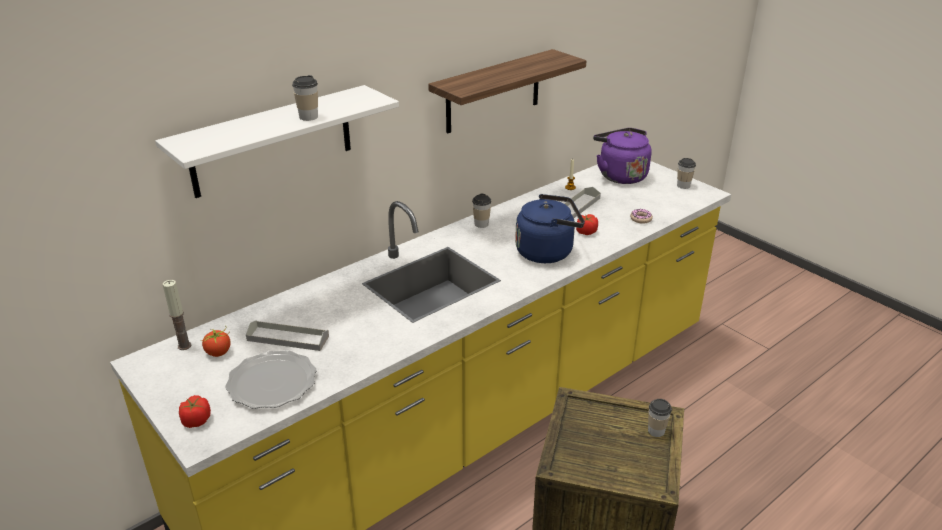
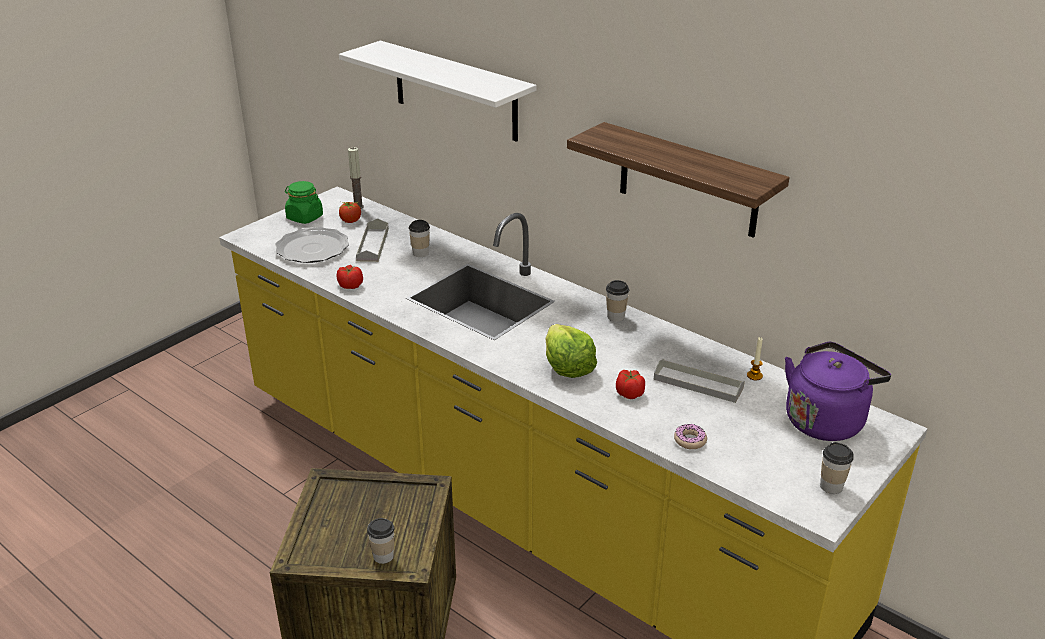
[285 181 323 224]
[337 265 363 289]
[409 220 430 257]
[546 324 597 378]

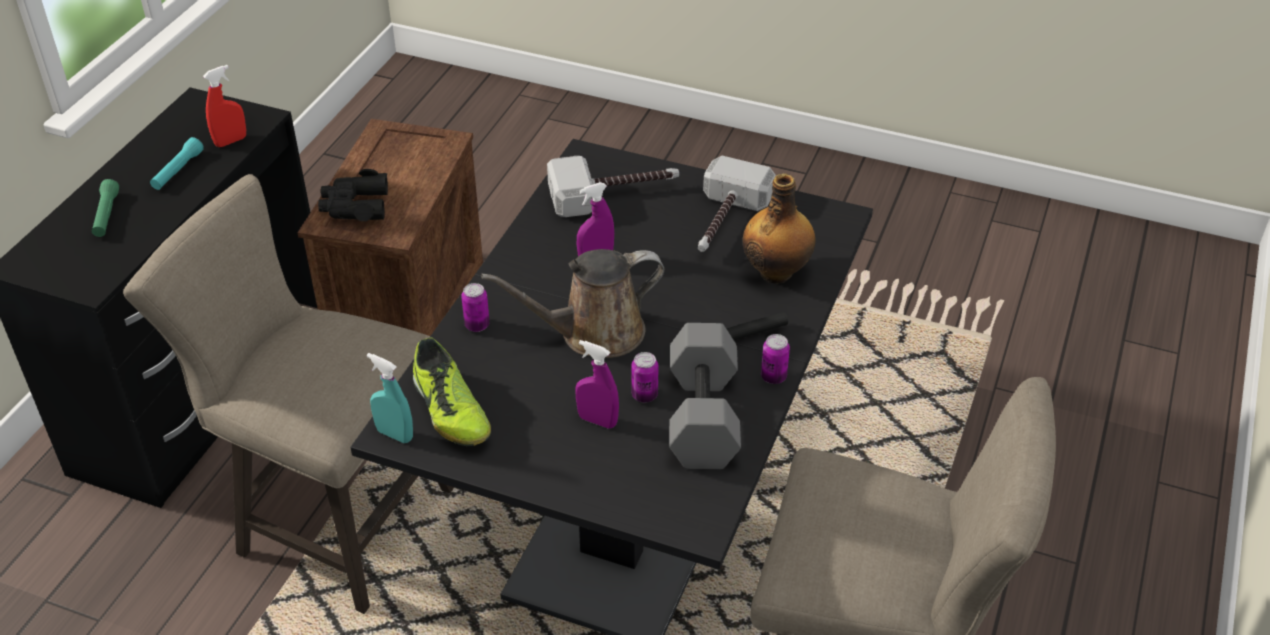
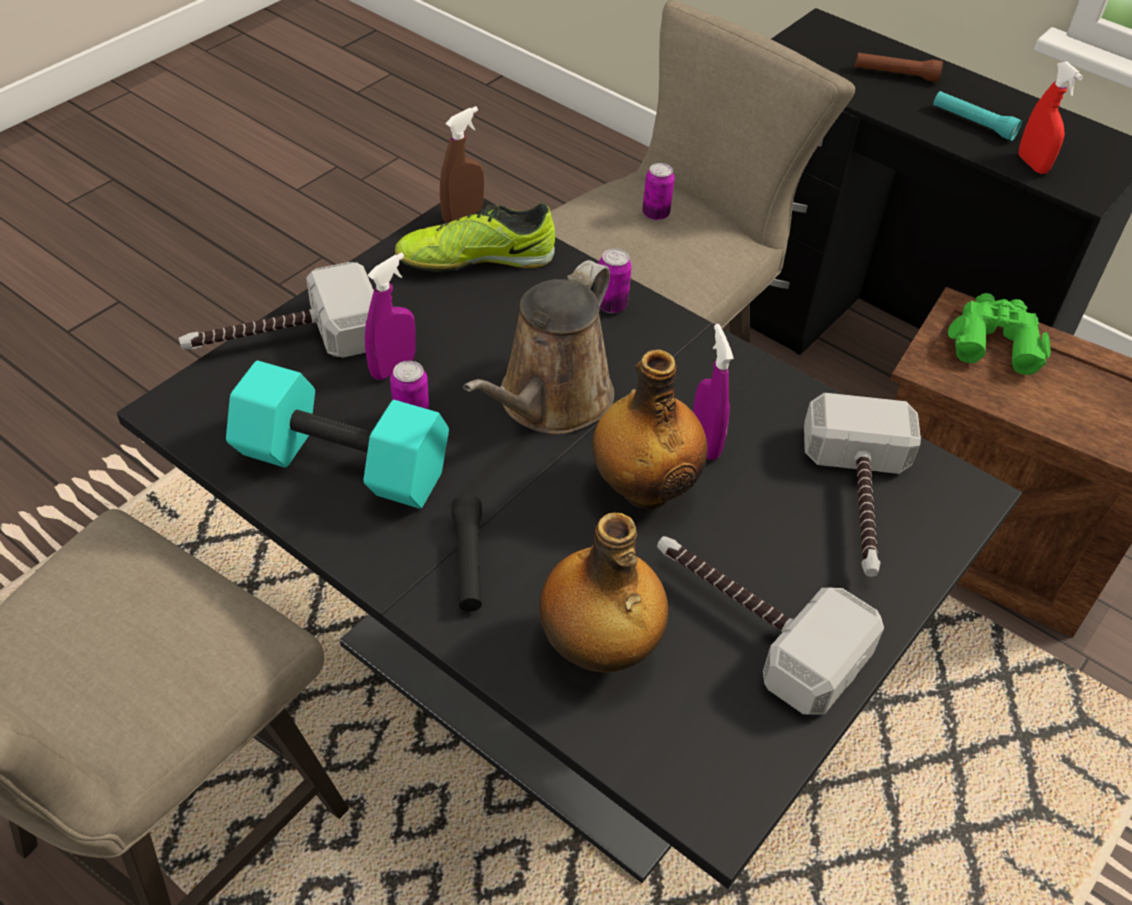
[179 262 374 358]
[226 360 449 509]
[440 106 484 223]
[463 260 614 434]
[592 349 708 509]
[642 163 675 221]
[855 52 943 82]
[948 293 1050 375]

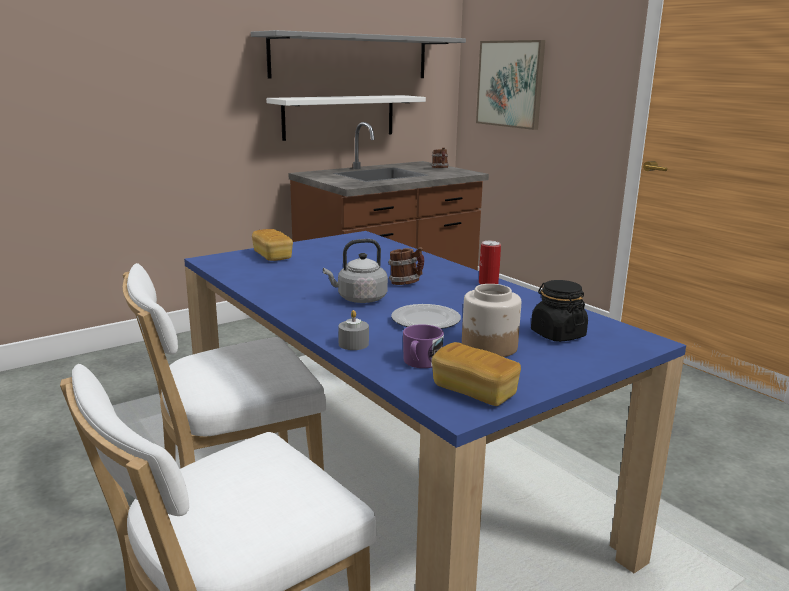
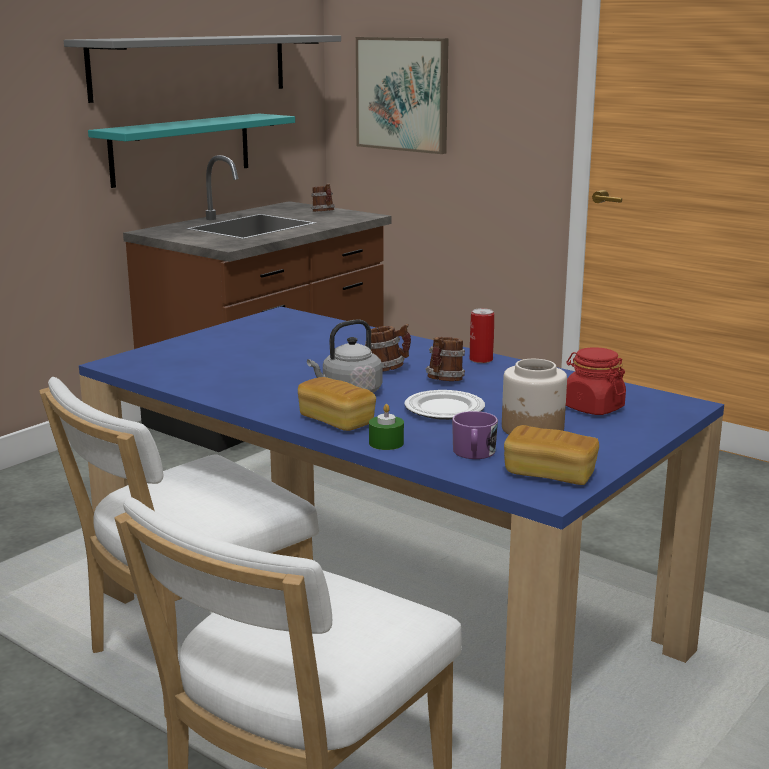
[88 114 295 188]
[298 377 376 431]
[369 404 404 450]
[426 337 465 381]
[566 347 626 415]

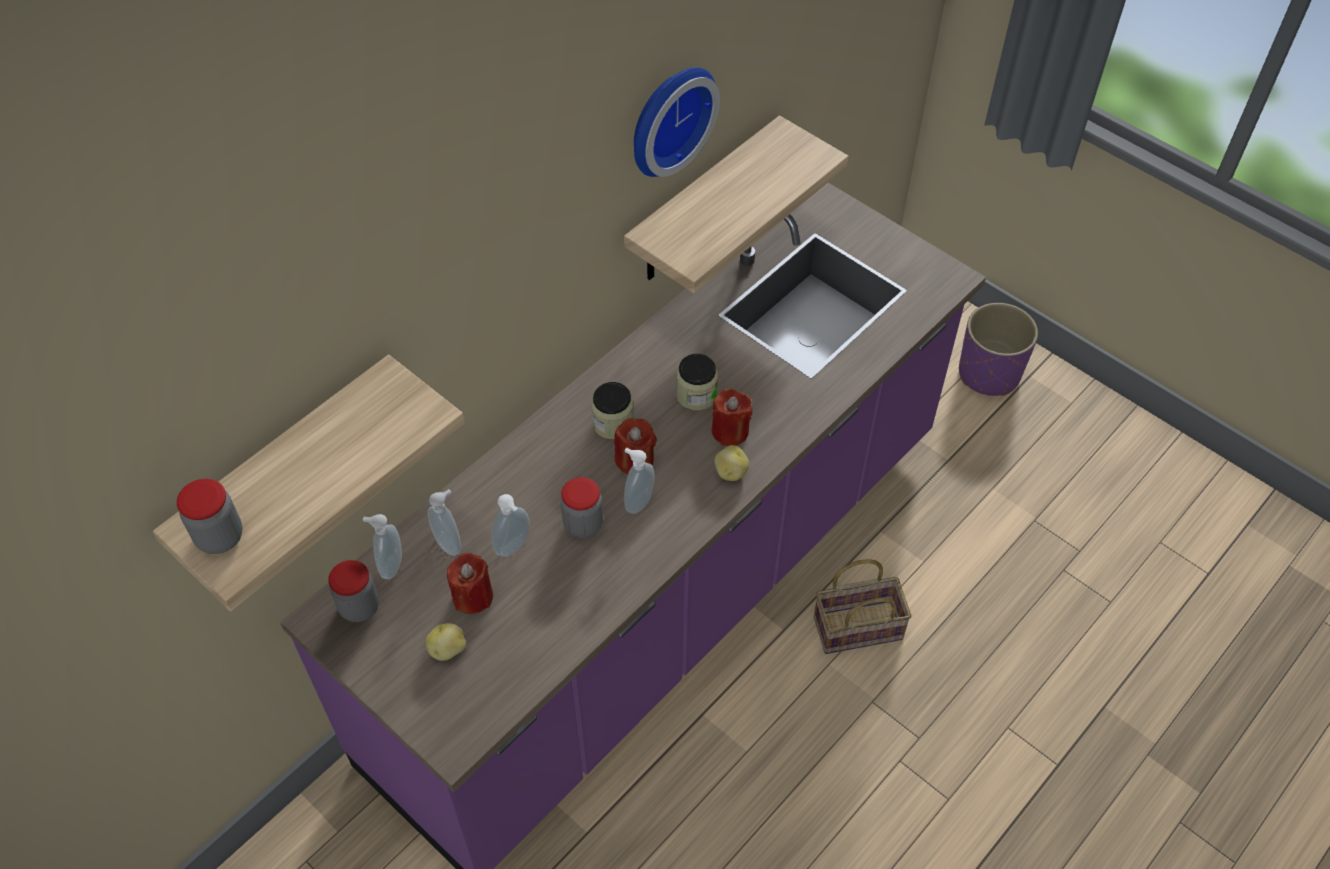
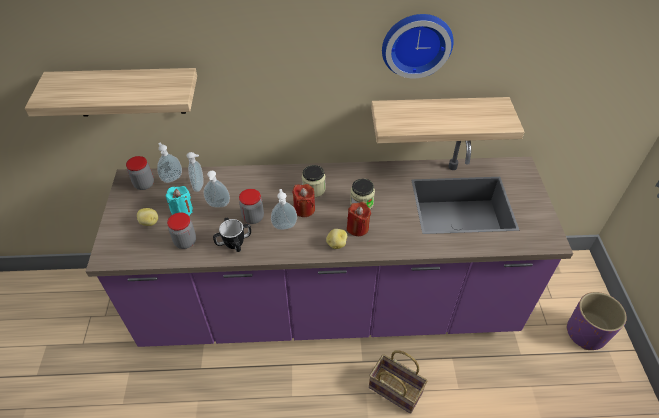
[166 186 193 216]
[167 213 196 249]
[213 218 251 252]

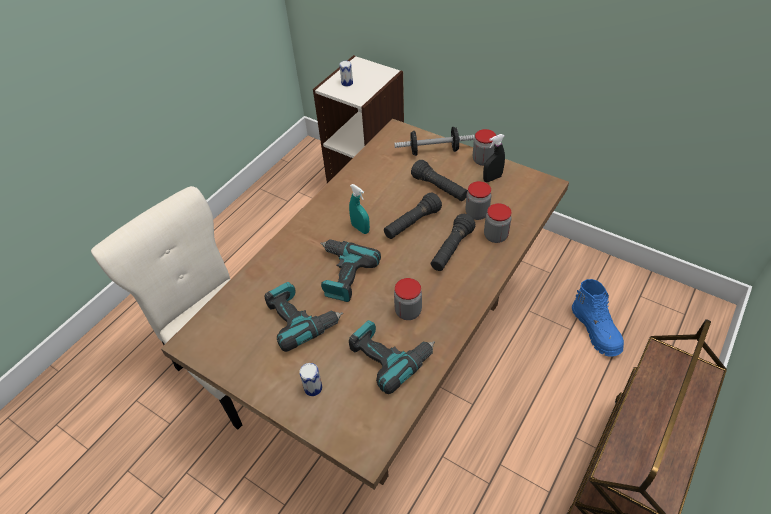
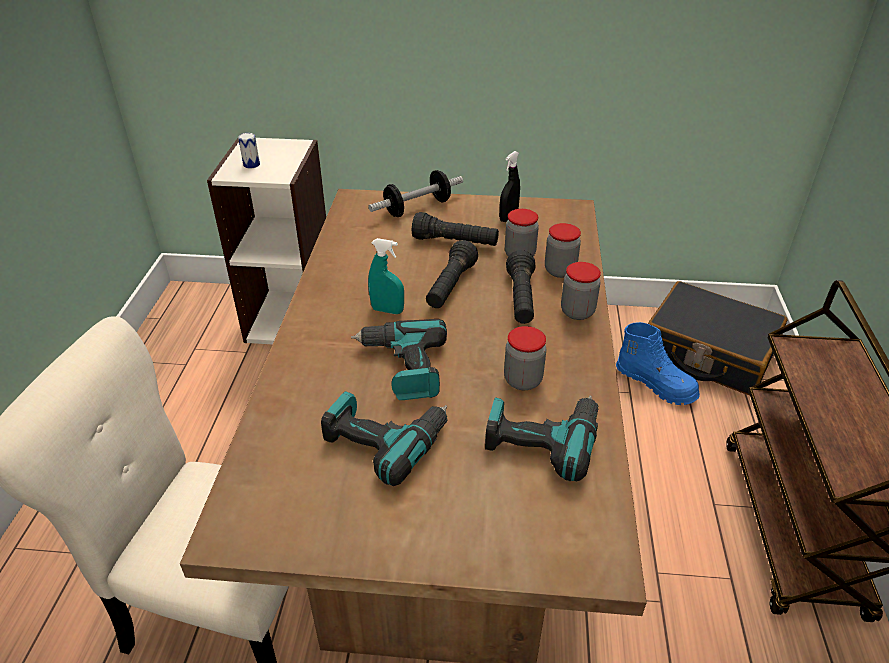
[561 262 601 320]
[648 281 788 395]
[299 363 322 396] (first image)

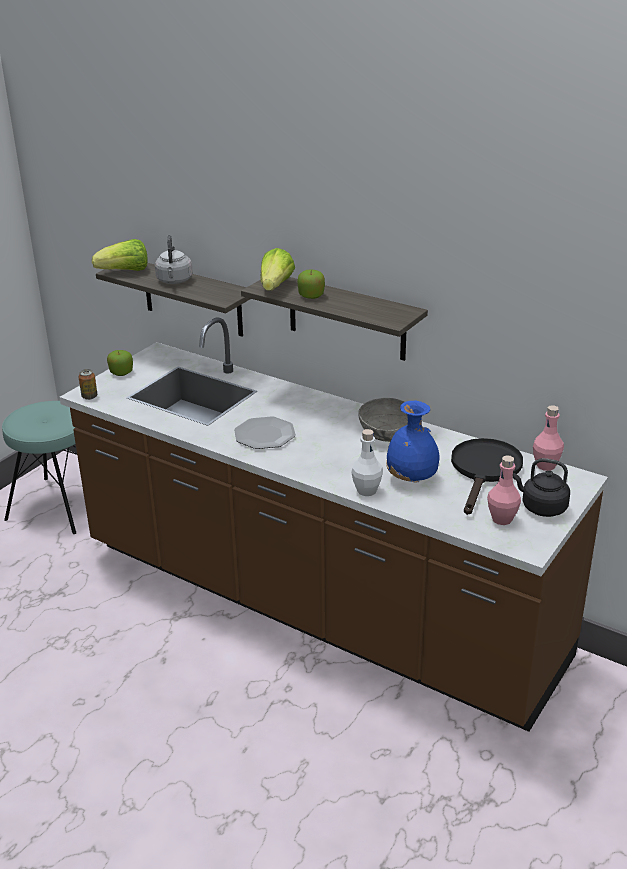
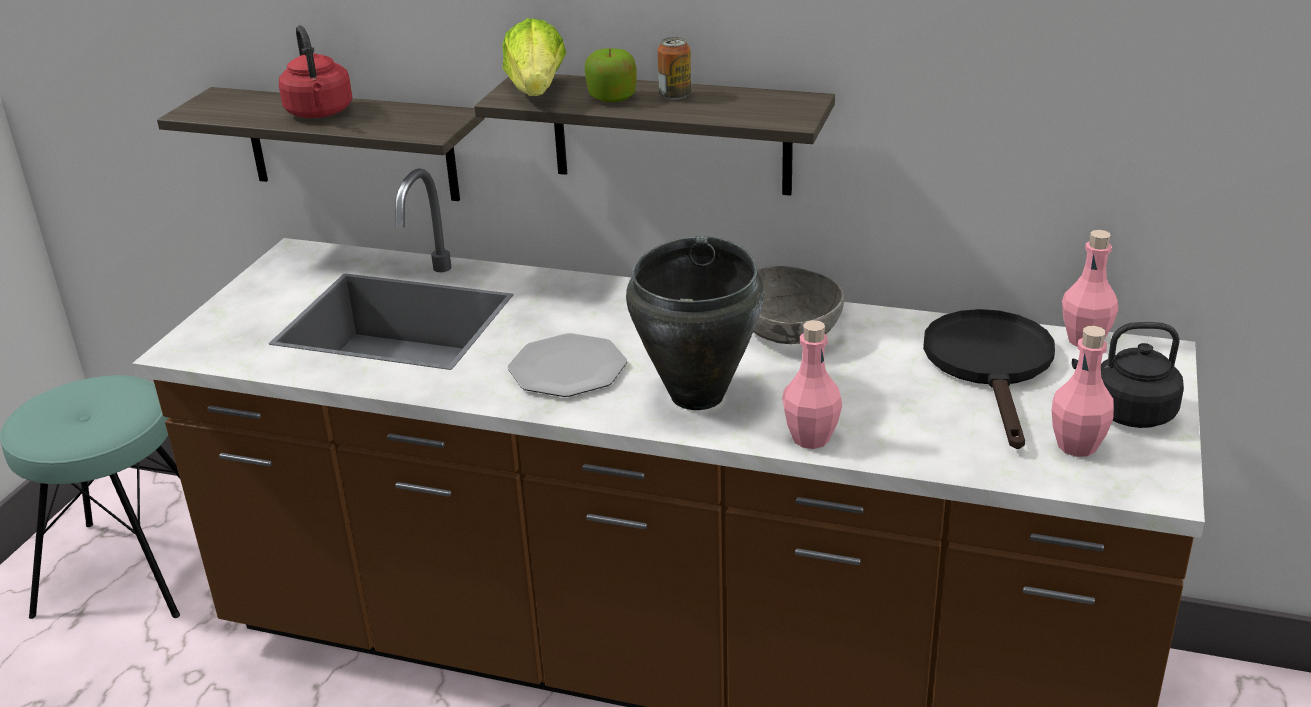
[279 25 352 118]
[626 236 764 410]
[658 37 691 100]
[782 320 842 449]
[92 239 148 271] (first image)
[107 350 133 376] (first image)
[386 400 440 482] (first image)

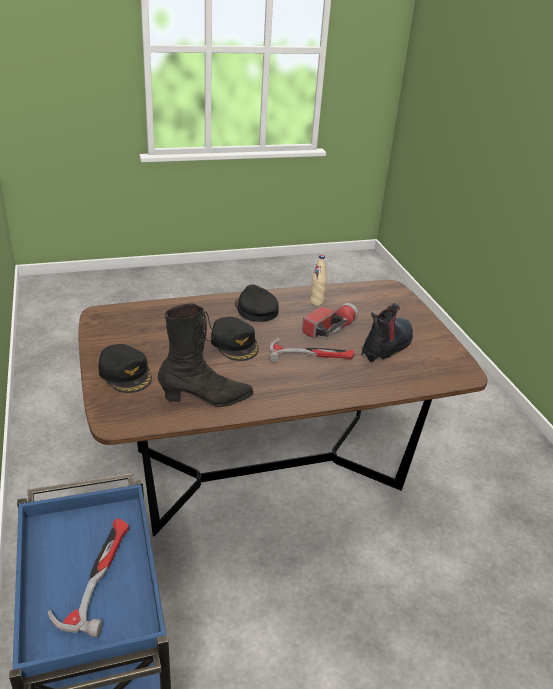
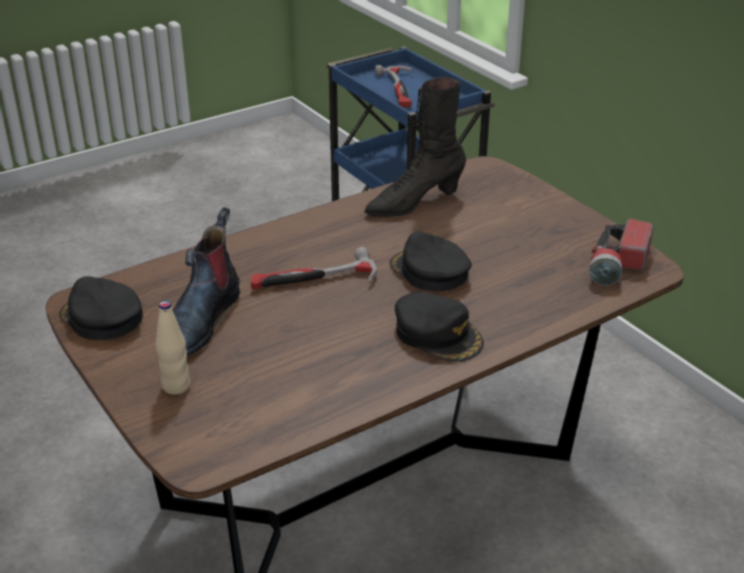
[59 276 143 340]
[155 301 190 395]
[589 219 653 285]

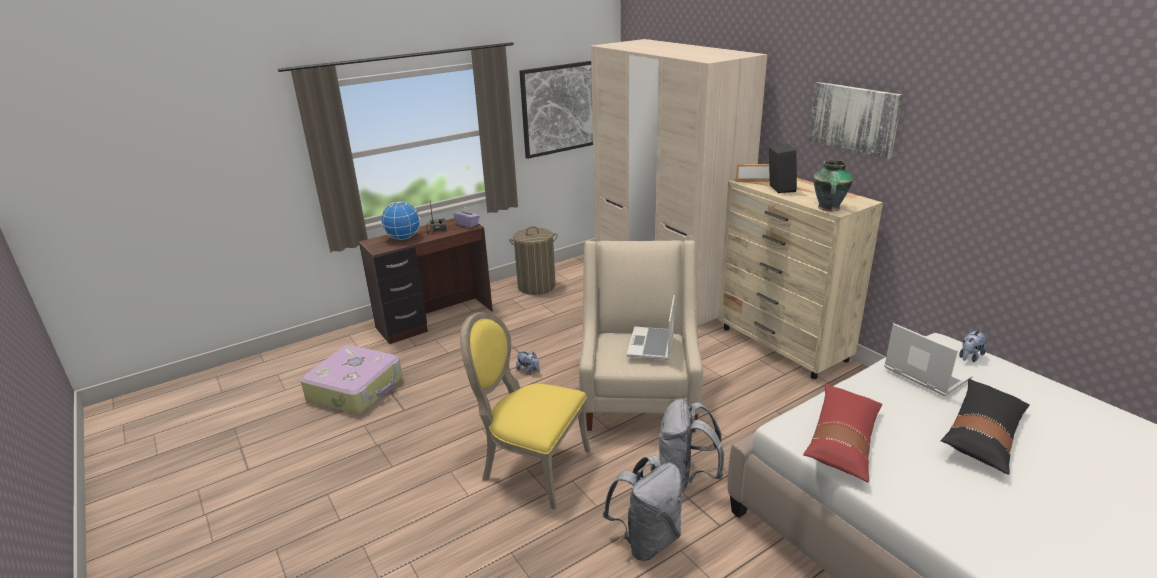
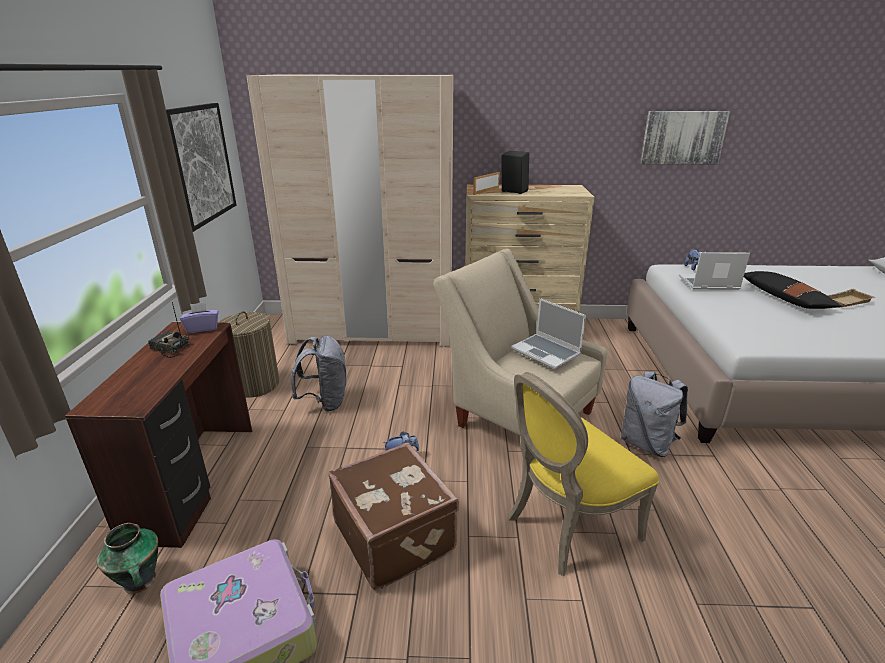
[97 523 158 594]
[291 335 346 412]
[328 442 459 591]
[640 111 730 164]
[827 289 875 307]
[381 201 420 240] (first image)
[803 384 882 482] (first image)

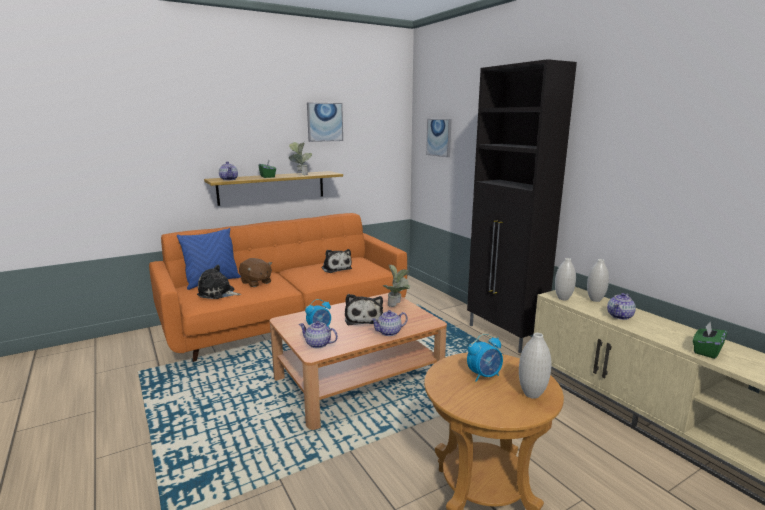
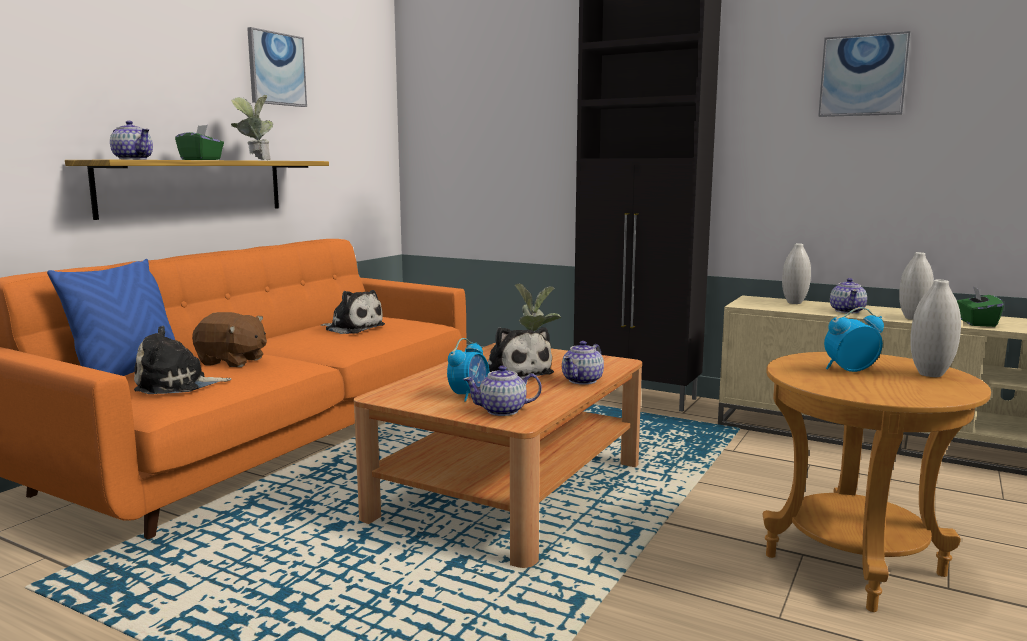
[818 31 911 117]
[824 307 884 372]
[899 252 934 320]

